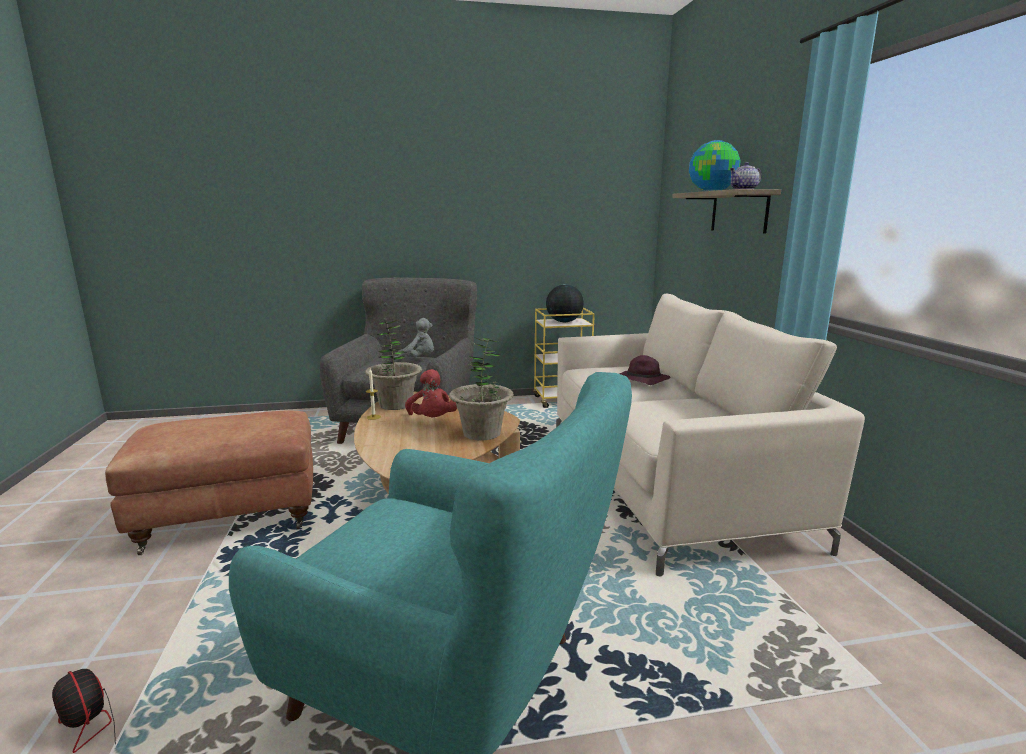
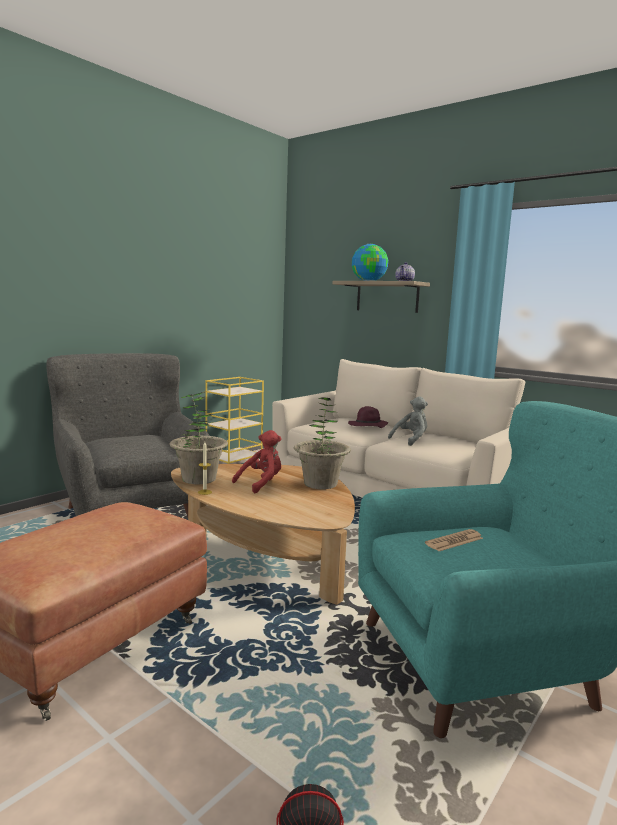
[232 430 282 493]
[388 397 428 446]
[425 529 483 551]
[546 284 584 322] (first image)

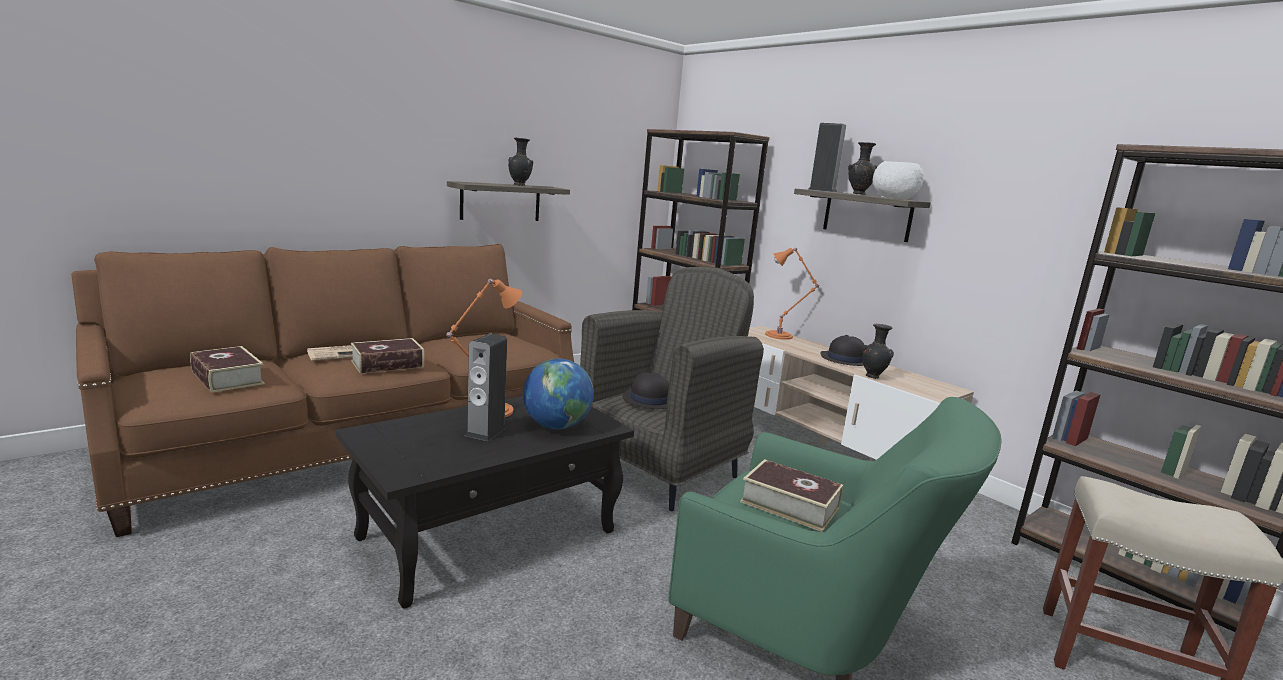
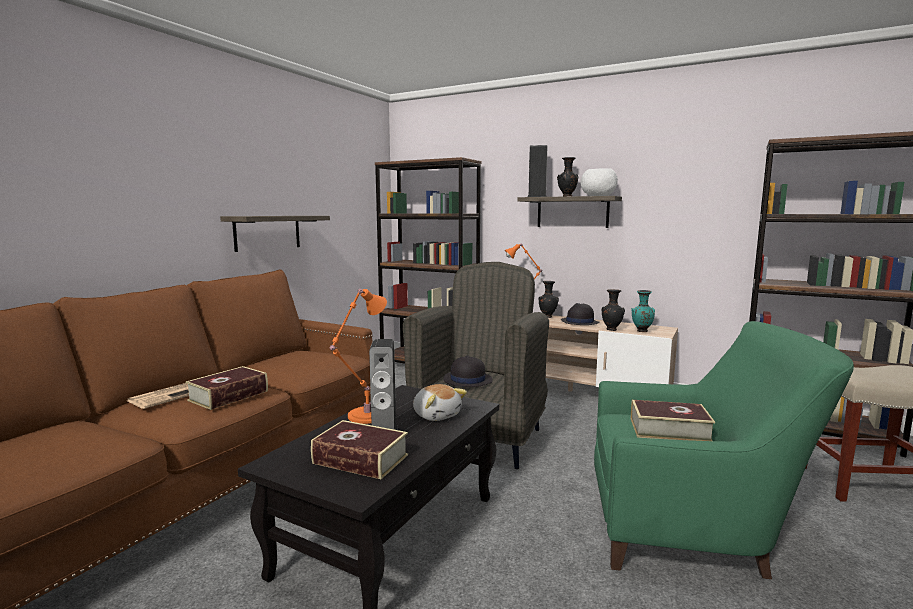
[311 420 408 479]
[413 384 467 421]
[538 281 559 318]
[631 290 655 332]

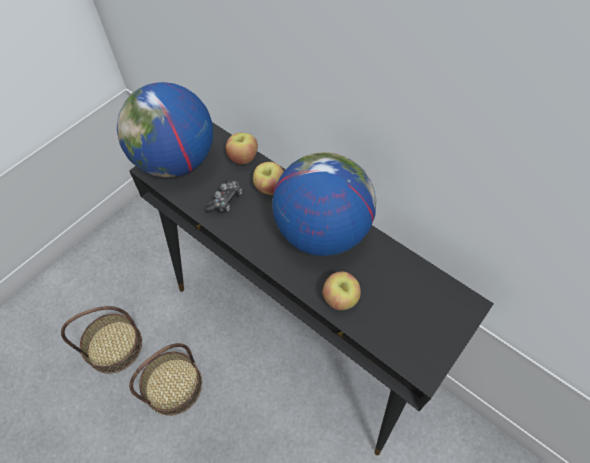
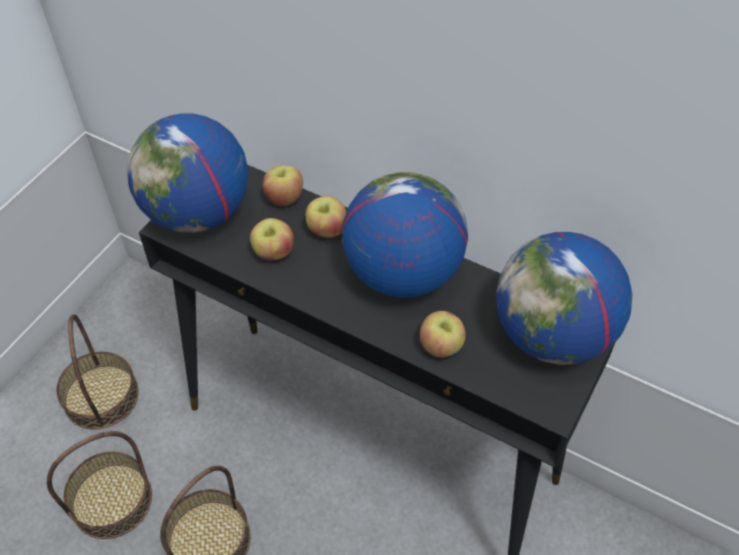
[57 314 139 429]
[250 218 294 261]
[496 232 632 365]

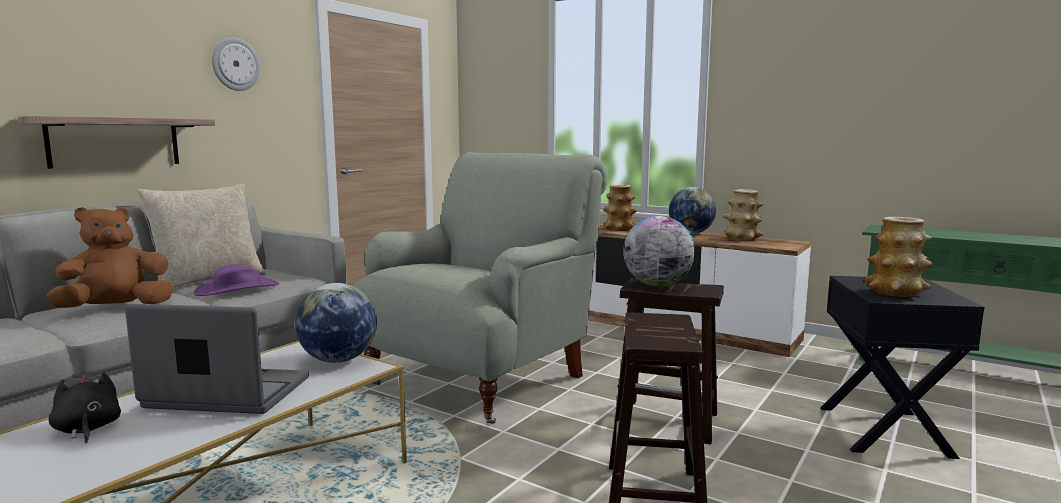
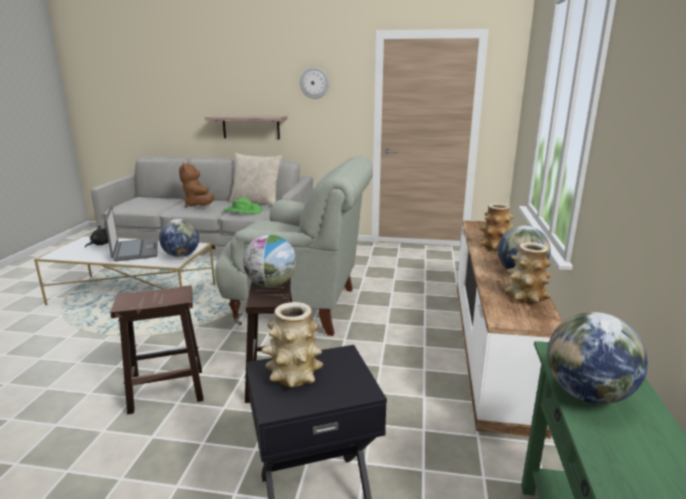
[179 163 214 207]
[224 198 262 214]
[547 312 648 404]

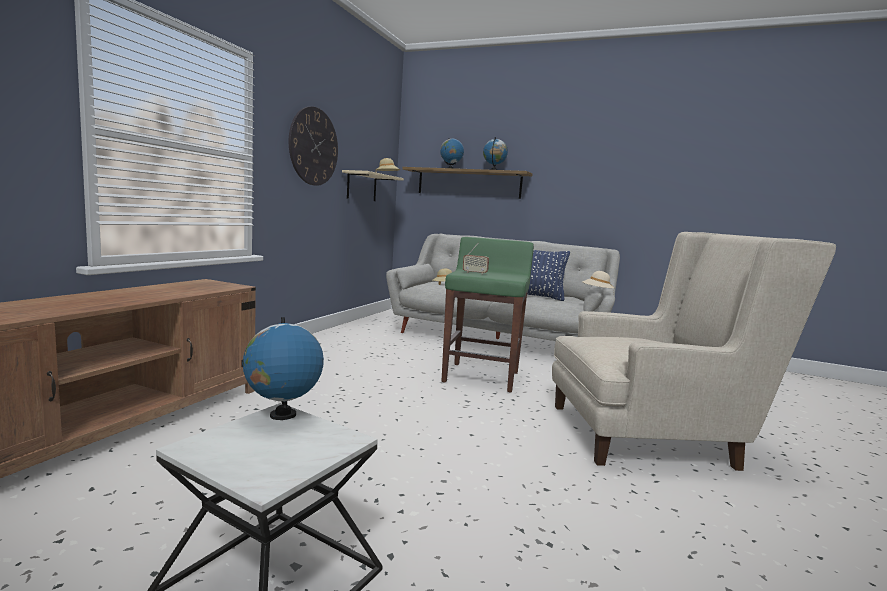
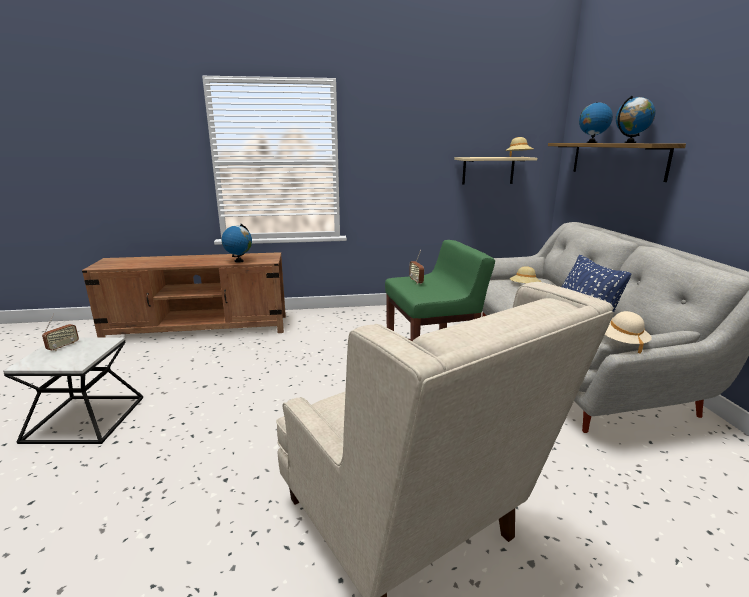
[42 314 79 351]
[222 224 252 263]
[289 107 338 186] (first image)

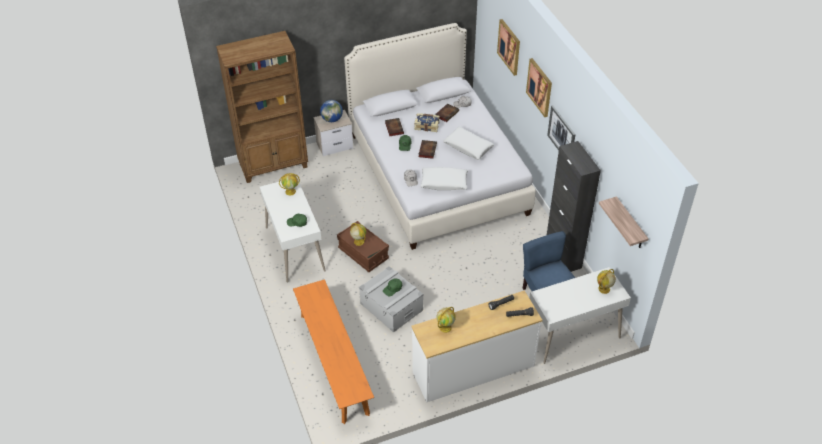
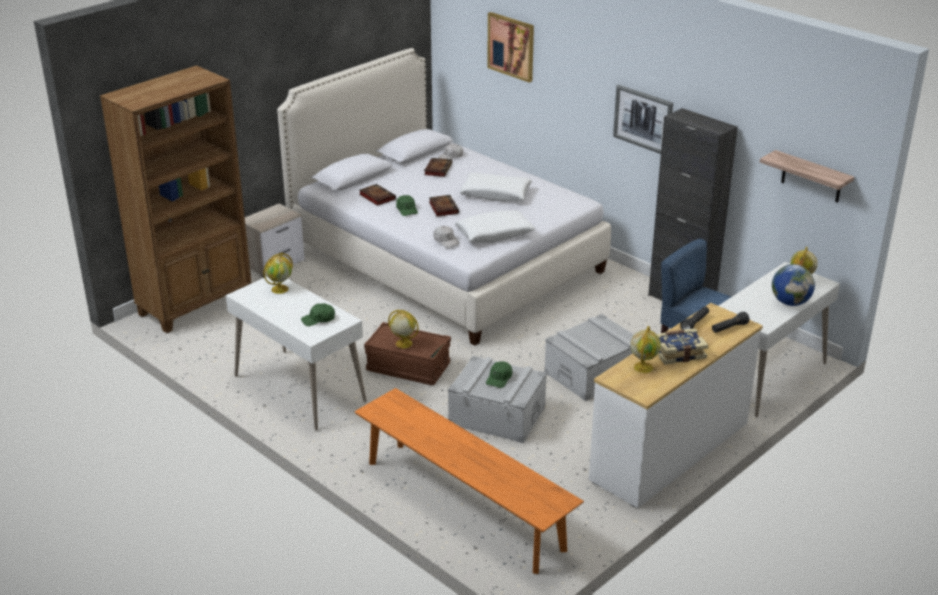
[544 314 634 401]
[657 329 708 365]
[772 264 815 306]
[526 58 552 117] (first image)

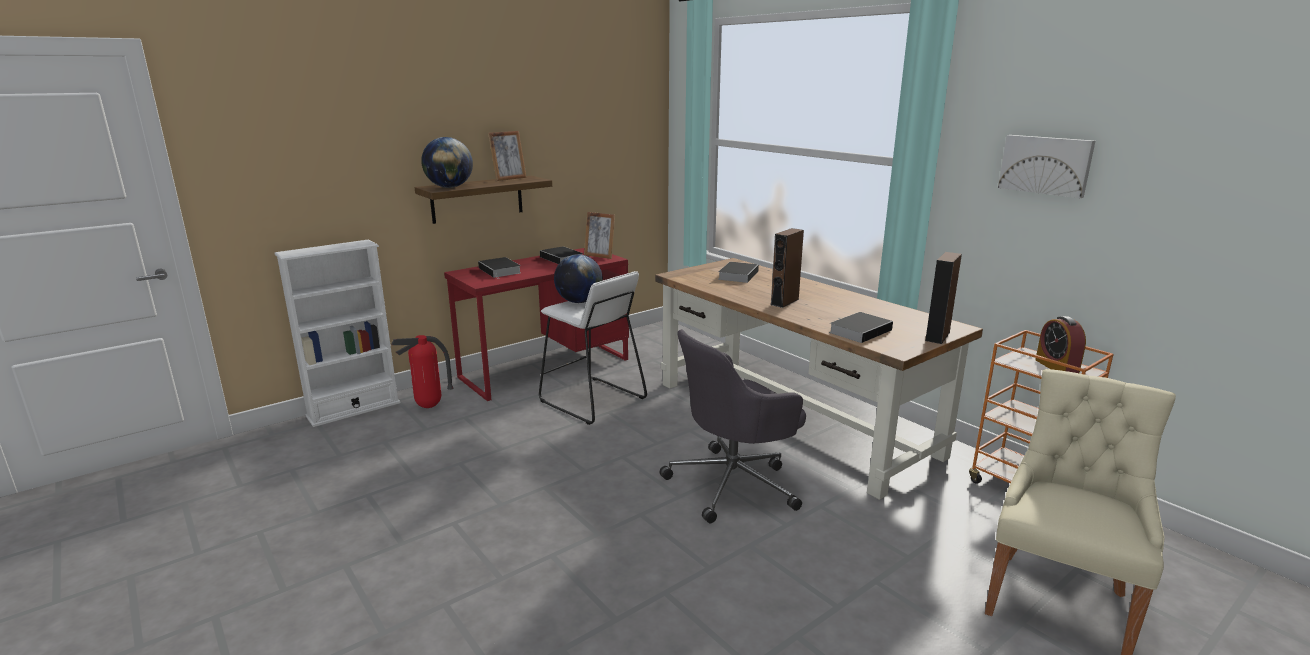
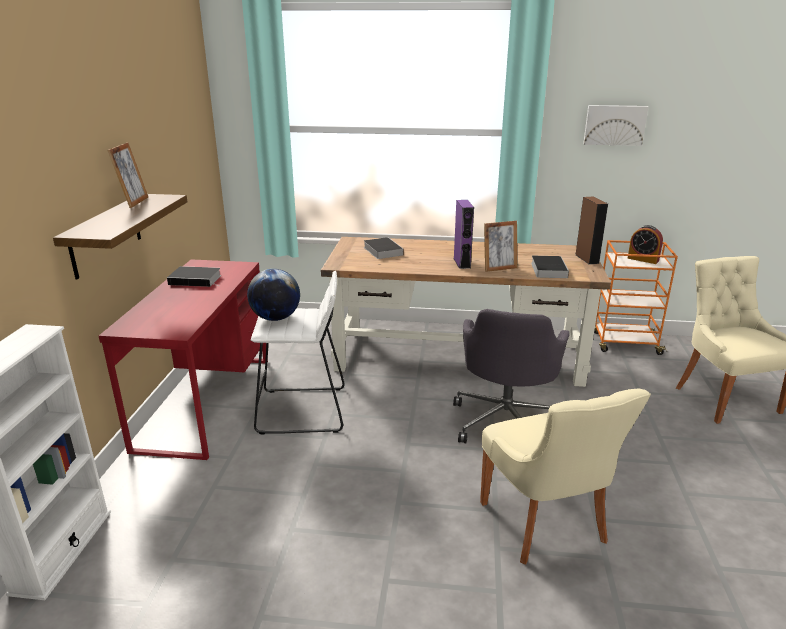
[453 200 474 269]
[480 388 651 565]
[484 221 518 272]
[391 335 453 408] (first image)
[421 137 473 188] (first image)
[478 257 521 278] (first image)

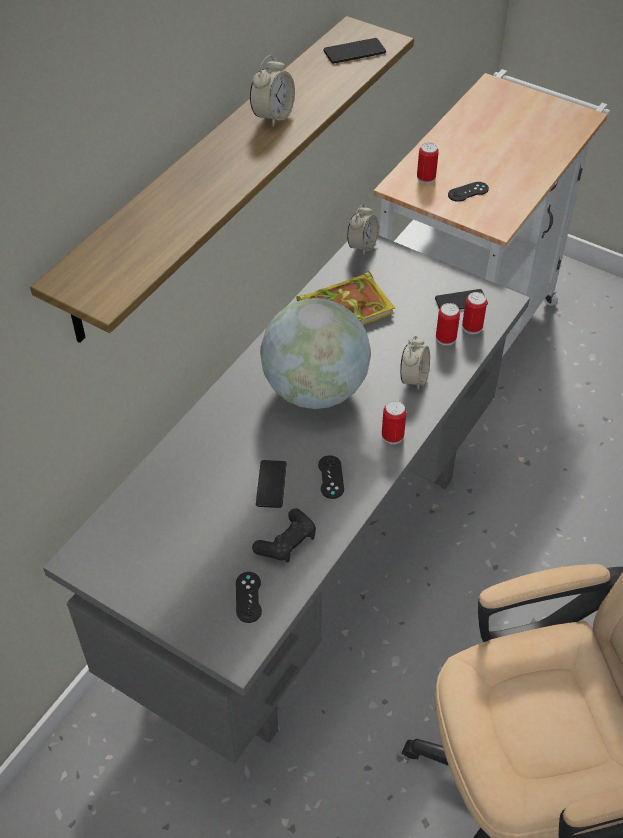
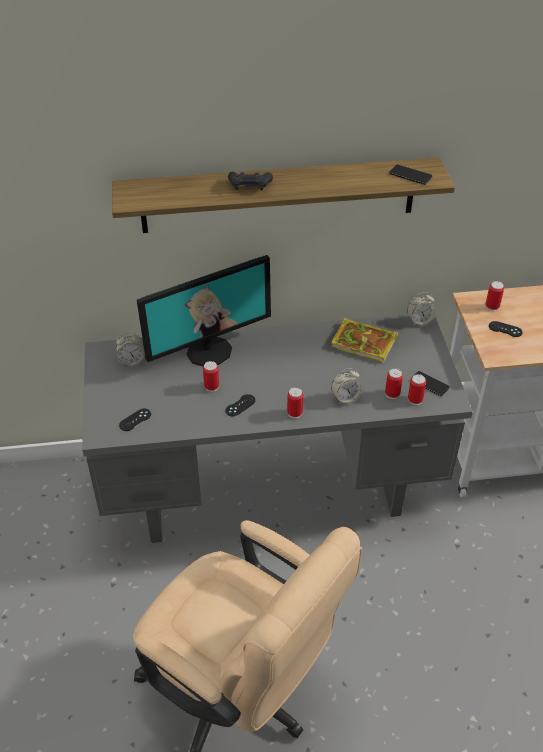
[116 332 145 366]
[137 255 271 366]
[203 361 219 392]
[228 171 273 191]
[260 298 371 409] (first image)

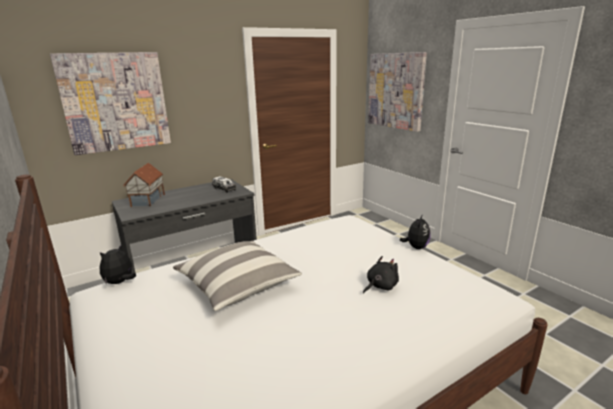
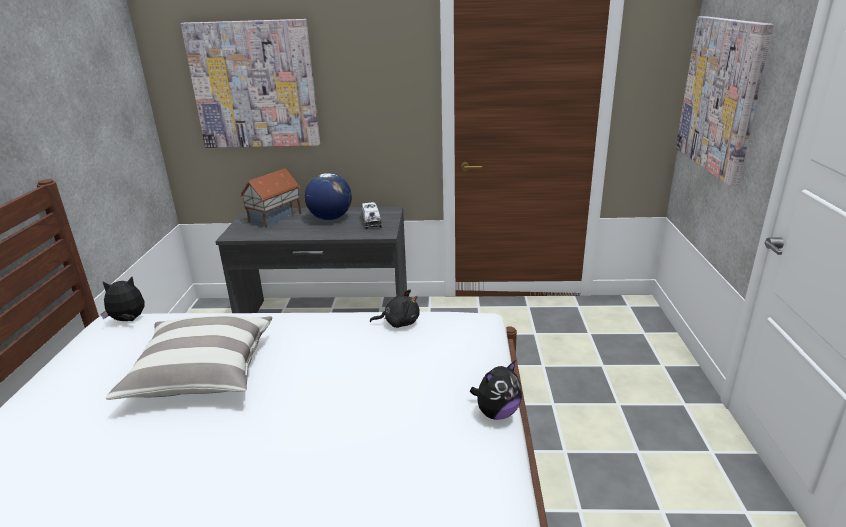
[305 173 352 220]
[370 289 420 328]

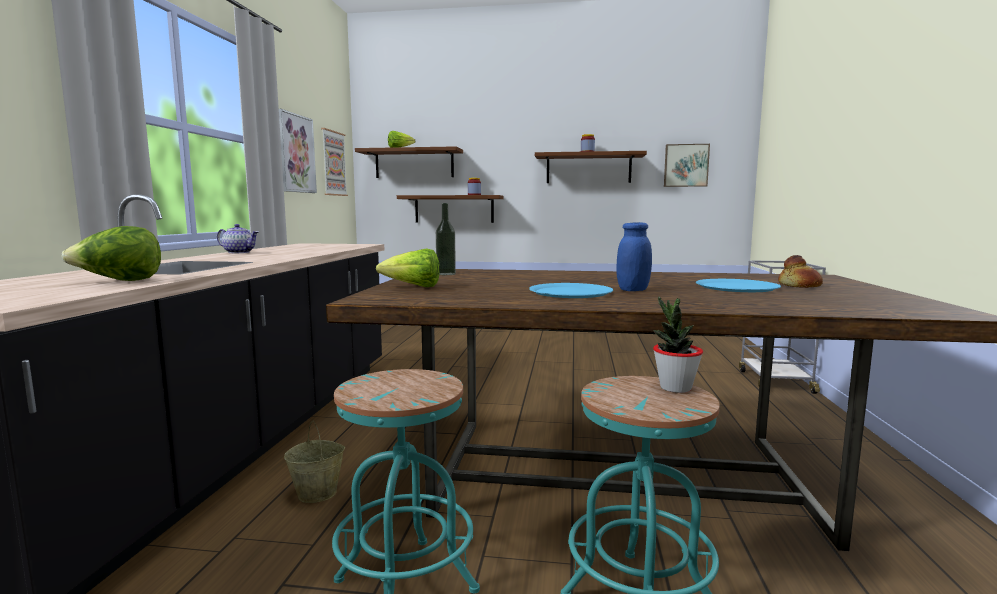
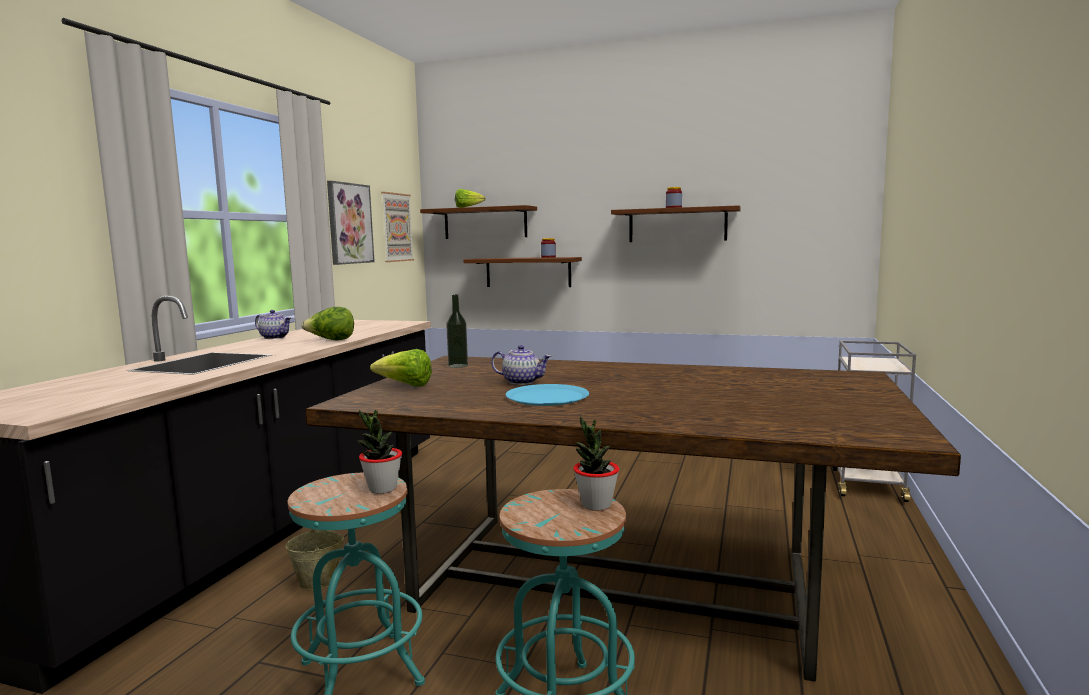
[301 307 354 340]
[358 410 402 494]
[491 345 552 385]
[617 222 652 291] (first image)
[664 144 710 187] (first image)
[696 279 781 292] (first image)
[778 255 823 288] (first image)

